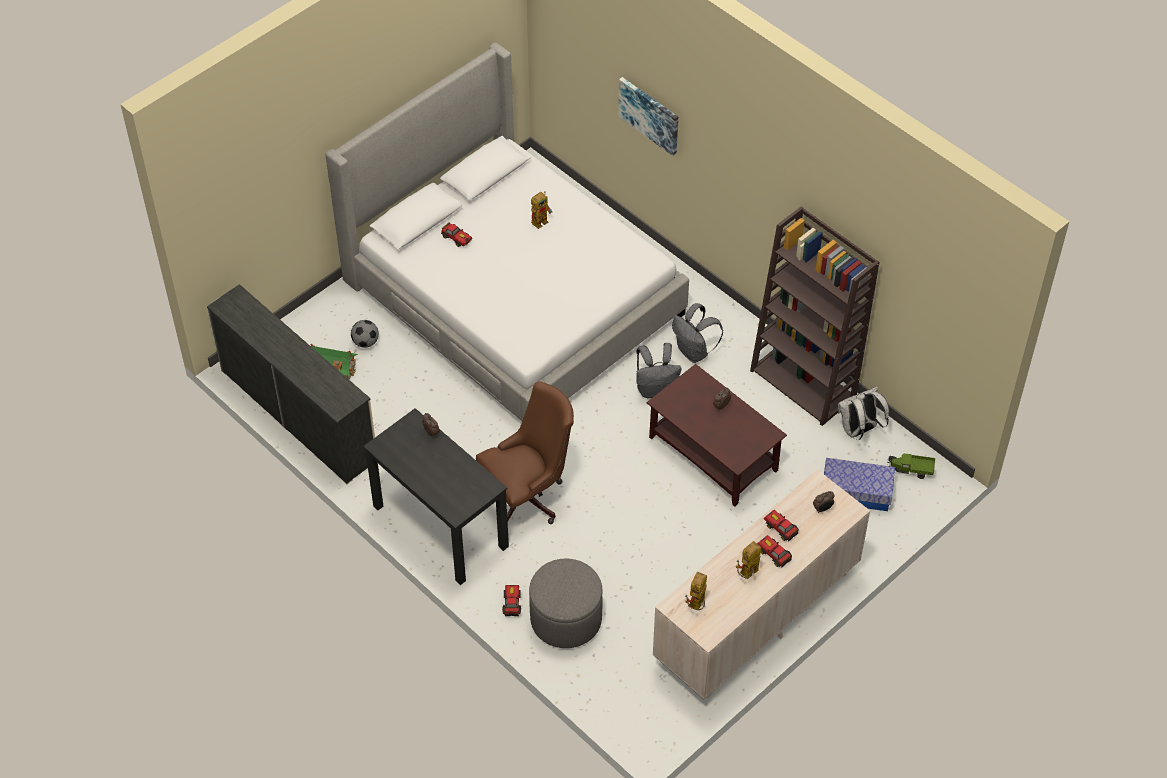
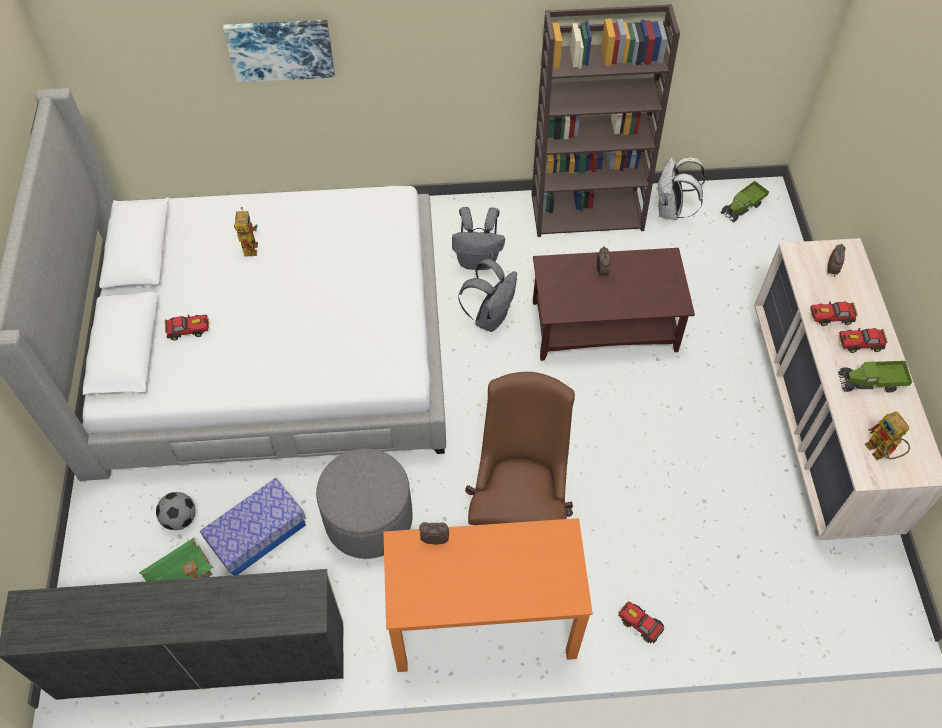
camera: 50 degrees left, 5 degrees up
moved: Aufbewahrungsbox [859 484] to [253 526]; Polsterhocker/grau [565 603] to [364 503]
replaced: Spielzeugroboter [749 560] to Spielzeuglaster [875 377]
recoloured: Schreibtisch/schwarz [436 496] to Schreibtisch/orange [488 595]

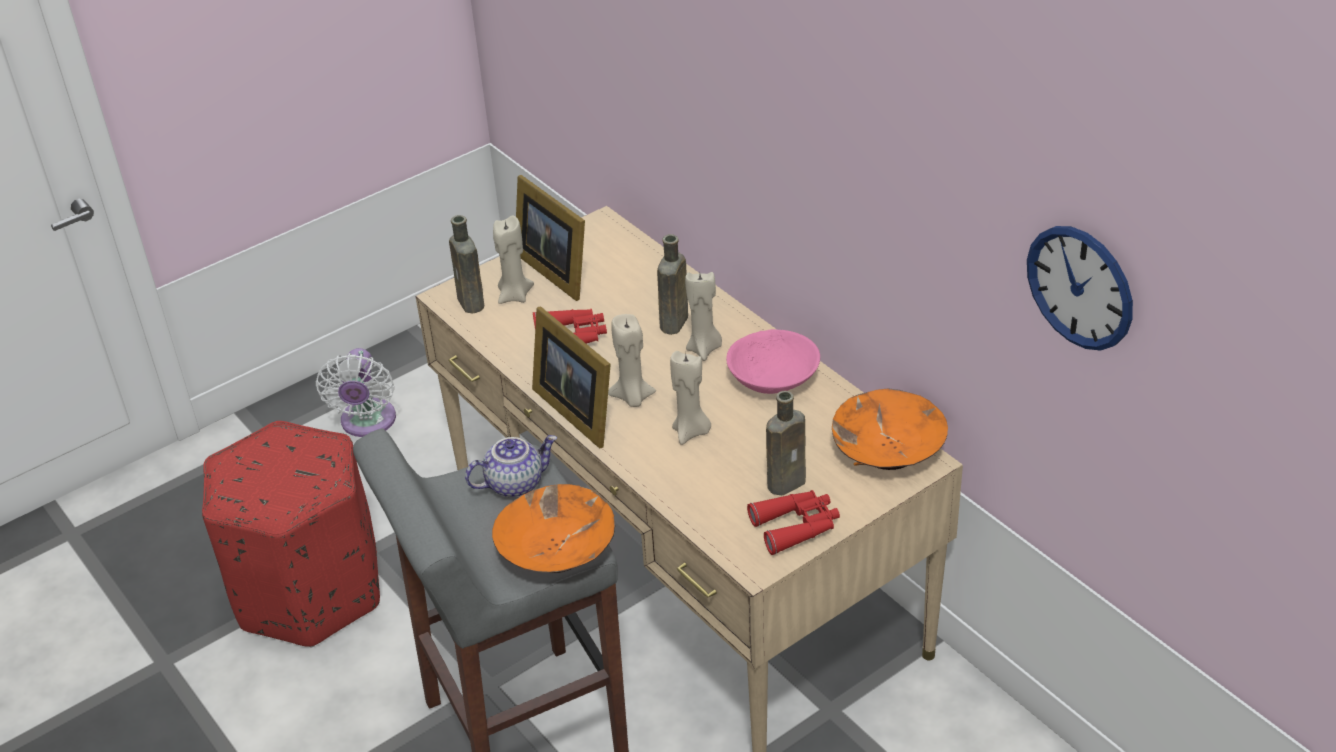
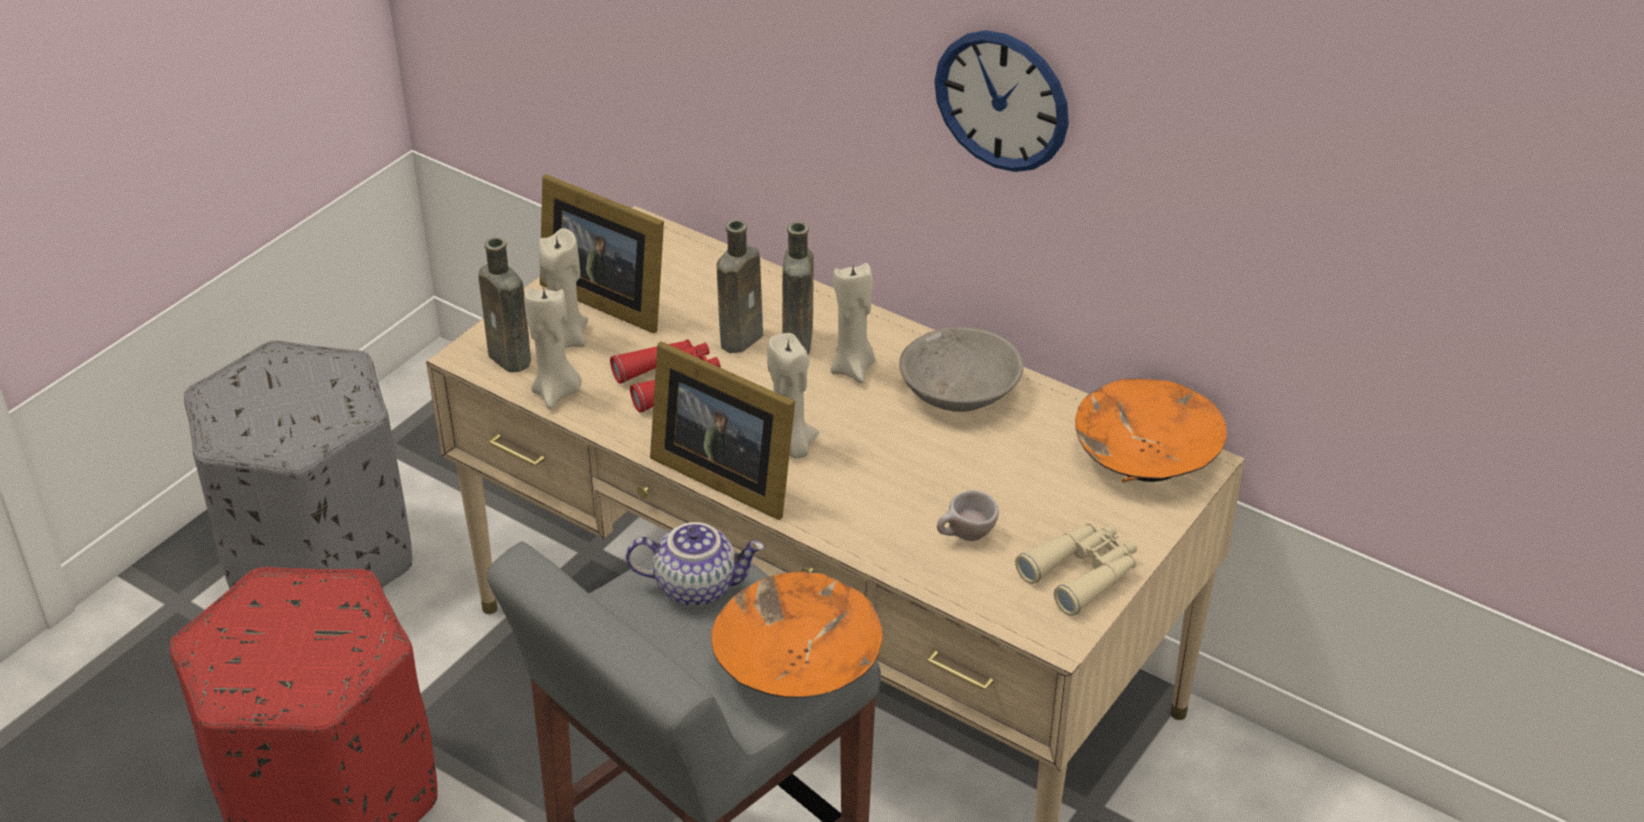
camera: 20 degrees left, 0 degrees up
added: Tasse/beige [968 515]
moved: Kerze/beige [690 398] to [553 347]; Flasche/braun [786 443] to [740 286]; Wanduhr [1080 288] to [1001 101]
replaced: Ventilator/weiß [356 392] to Polsterhocker/grau [298 464]
recoloured: Schüssel/rosa [773 361] to Schüssel/grau [961 369]; Fernglas/rot [793 522] to Fernglas/beige [1076 569]
turned: Teekanne [511 466] = [695 564] 45 degrees clockwise

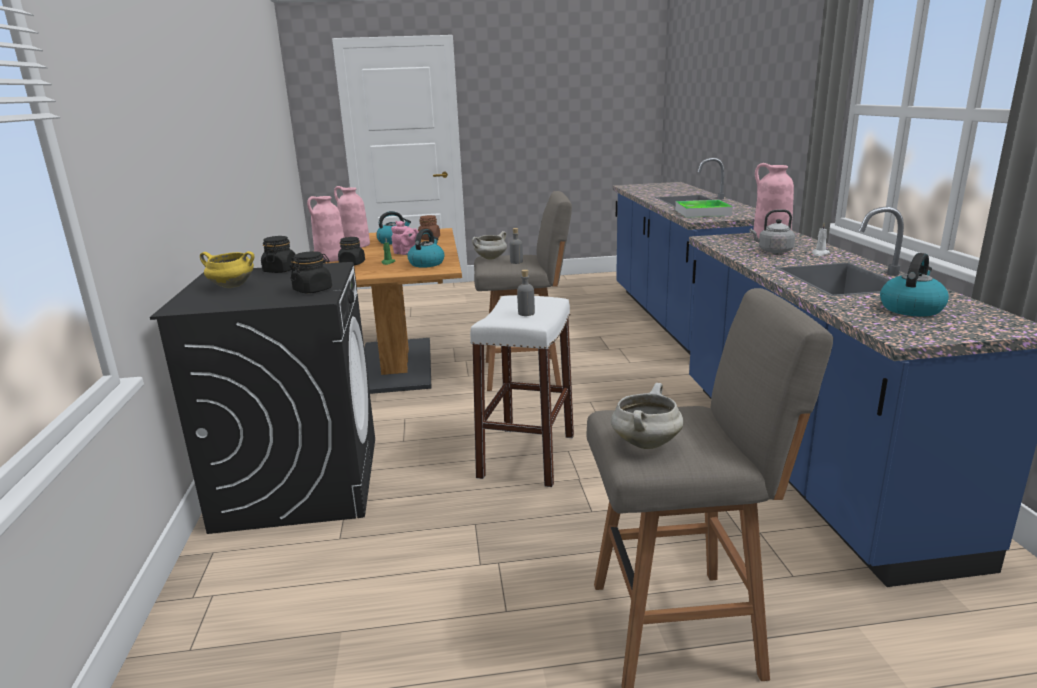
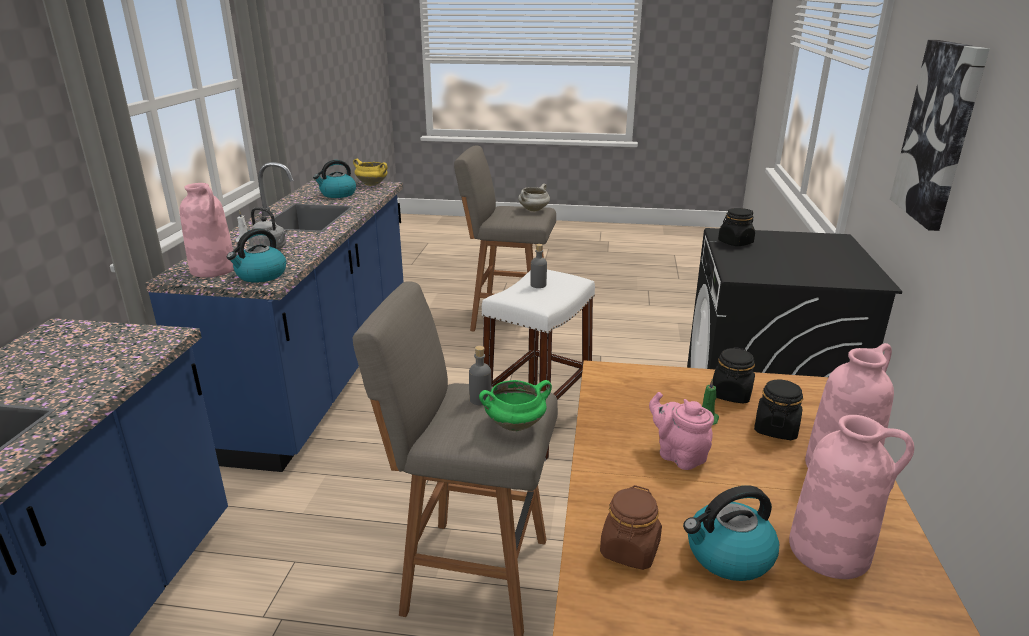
camera: 165 degrees left, 5 degrees up
removed: Tablett [704 209]
added: Bild [939 135]
moved: Wasserkessel [426 248] to [256 256]; Kochtopf/gelb [227 269] to [370 172]; Vorratsglas/schwarz [278 254] to [734 375]
recoloured: Kochtopf/weiß [489 245] to Kochtopf/grün [515 405]

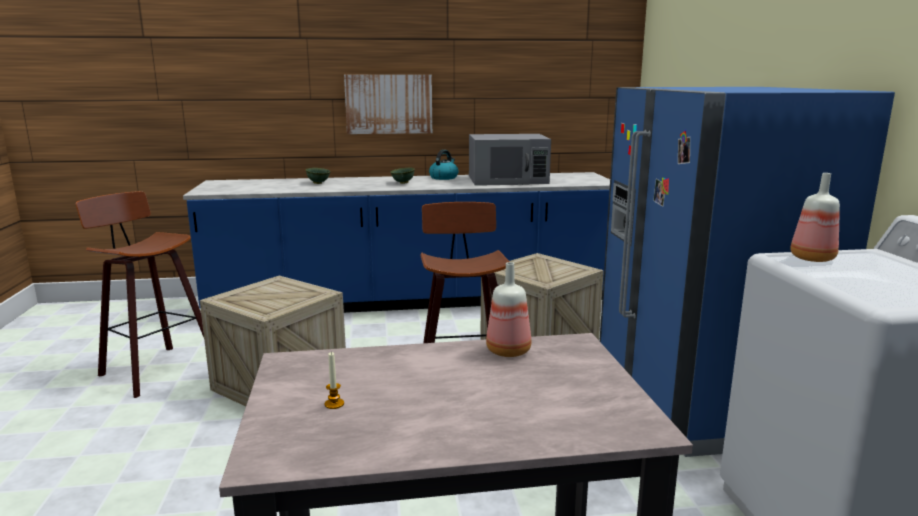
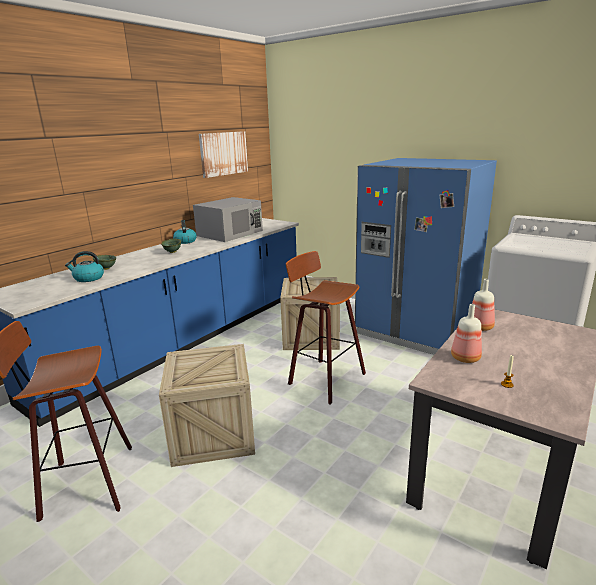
camera: 45 degrees left, 5 degrees up
added: Wasserkessel [84 266]
moved: Bild [388 104] to [223 154]; Flasche [815 217] to [466 333]

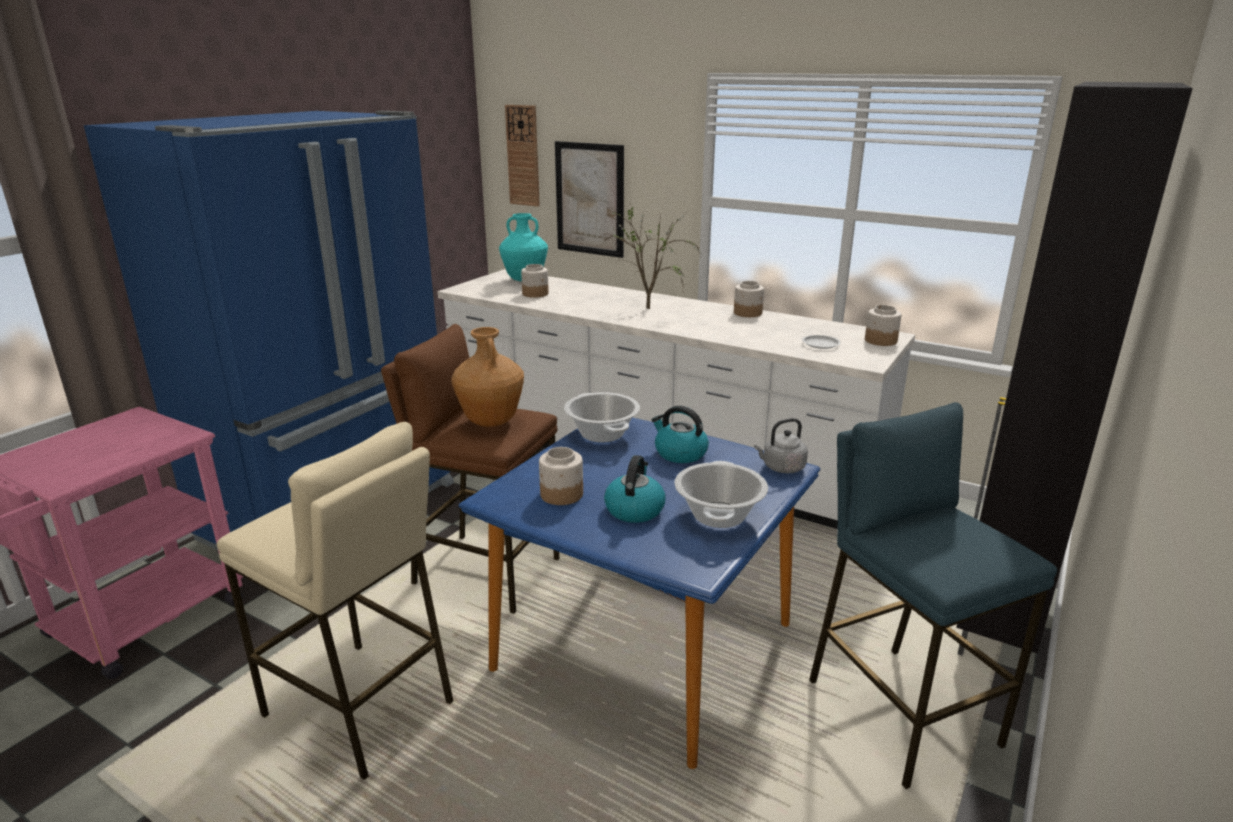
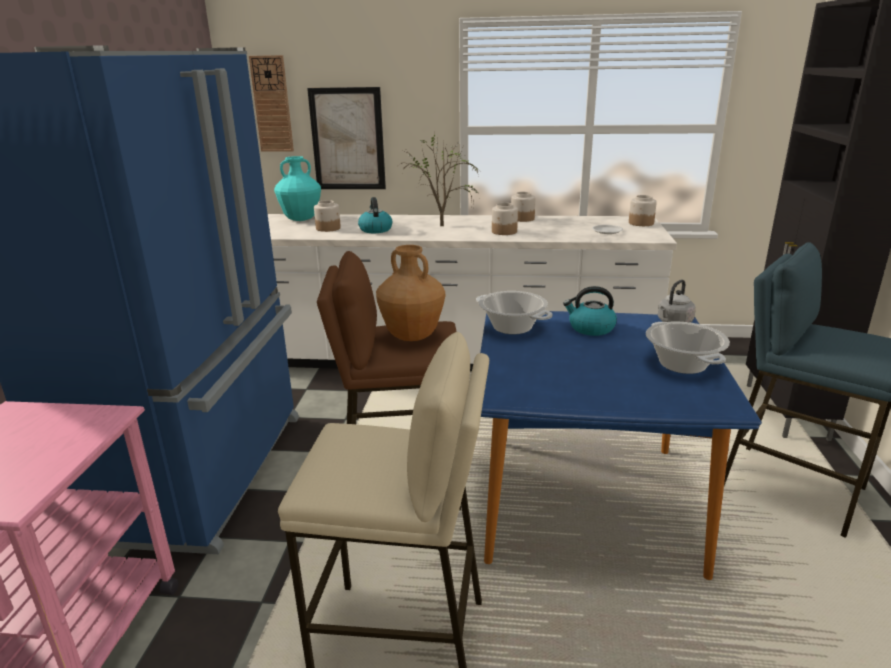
camera: 25 degrees left, 0 degrees up
moved: Wasserkessel [635 489] to [375 215]; Vorratsglas [561 476] to [505 219]

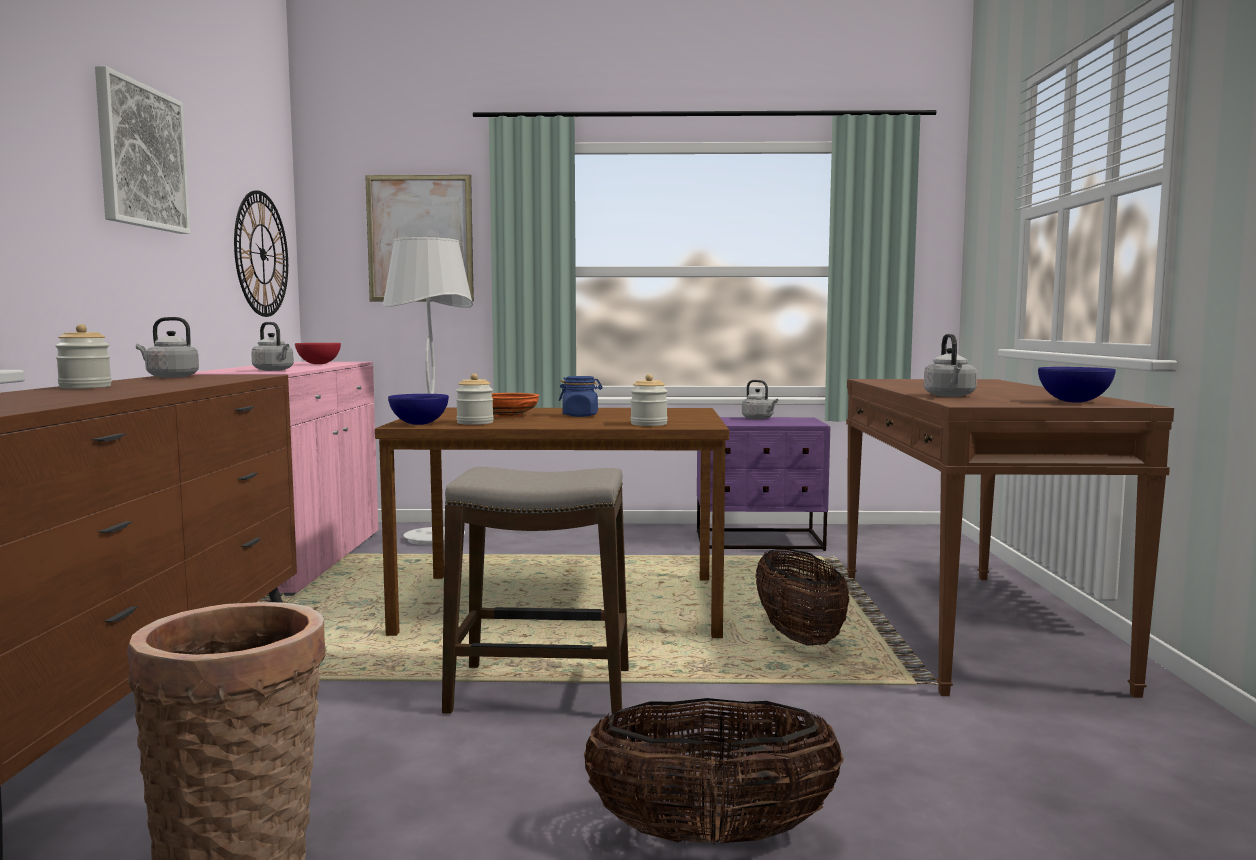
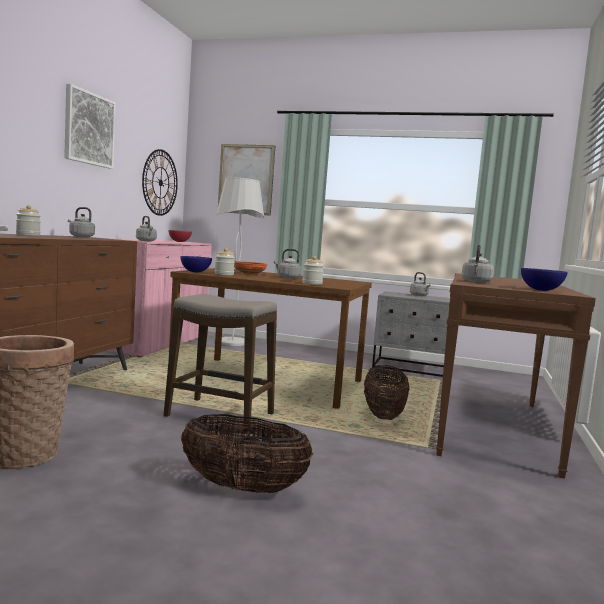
camera: 15 degrees right, 0 degrees up
replaced: Vorratsglas/blau [581 396] to Wasserkessel/grau [287 263]
recoloured: Nachttisch/lila [763 484] to Nachttisch/grau [411 334]

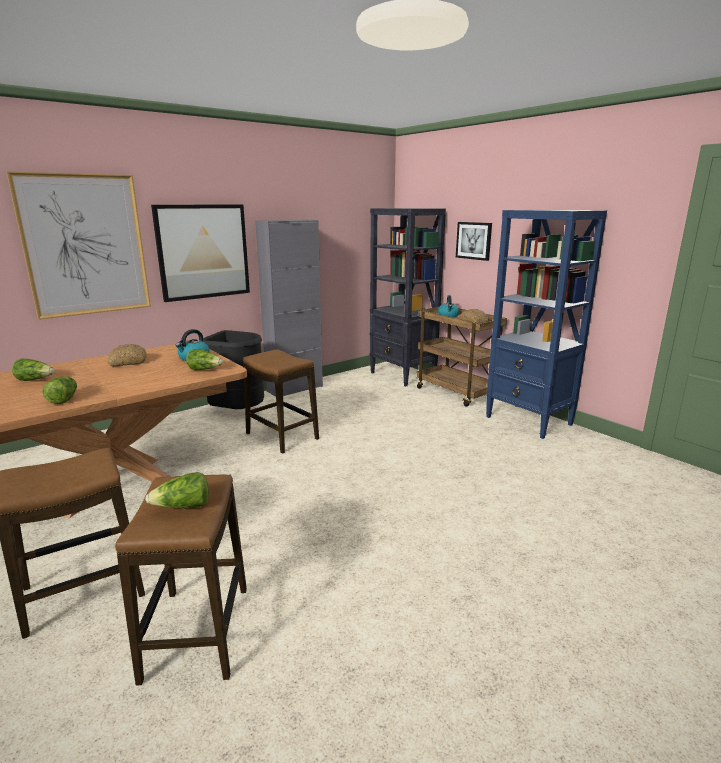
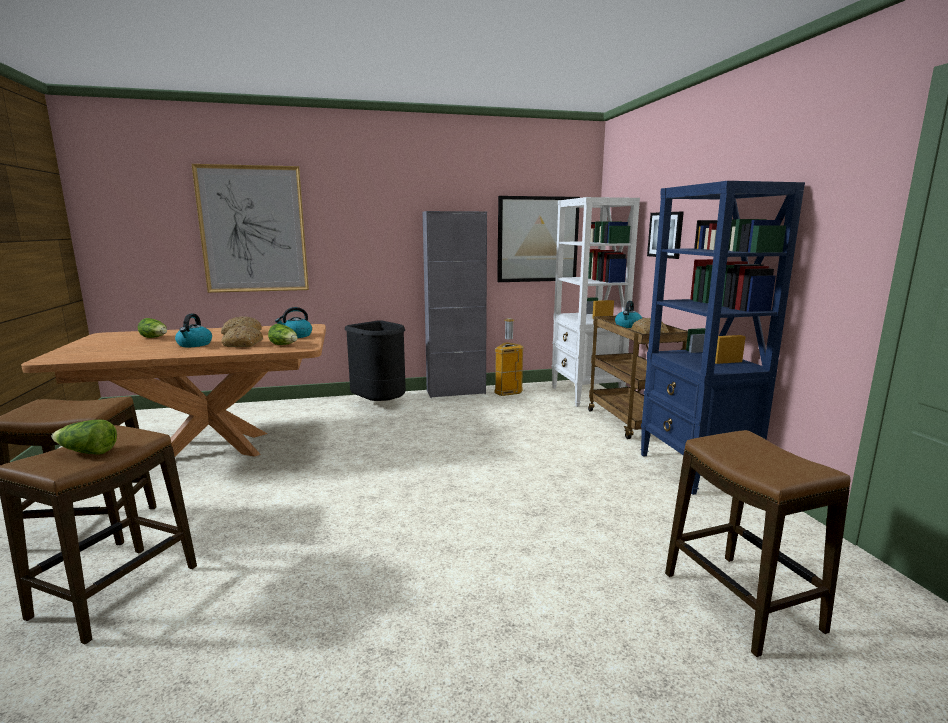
camera: 25 degrees right, 5 degrees down
removed: Salatkopf [59 390]
added: Wasserkessel [193 330]; Brot [242 336]; Mülleimer [509 357]
moved: Bild [200 253] to [538 239]; Hocker [281 401] to [757 543]
recoloured: Bücherregal/schwarz [407 297] to Bücherregal/weiß [595 302]

